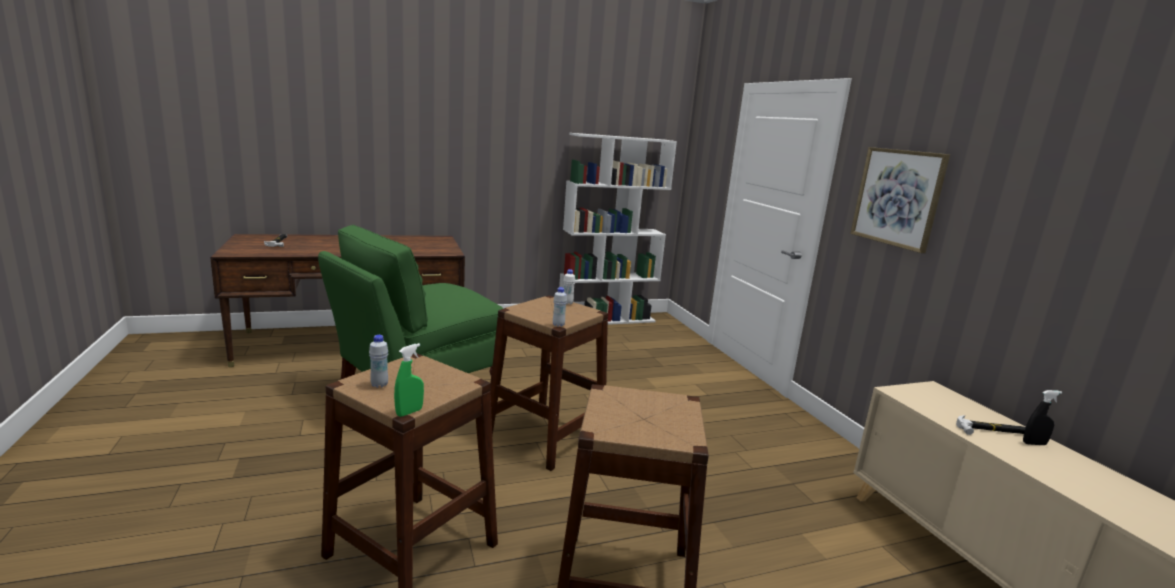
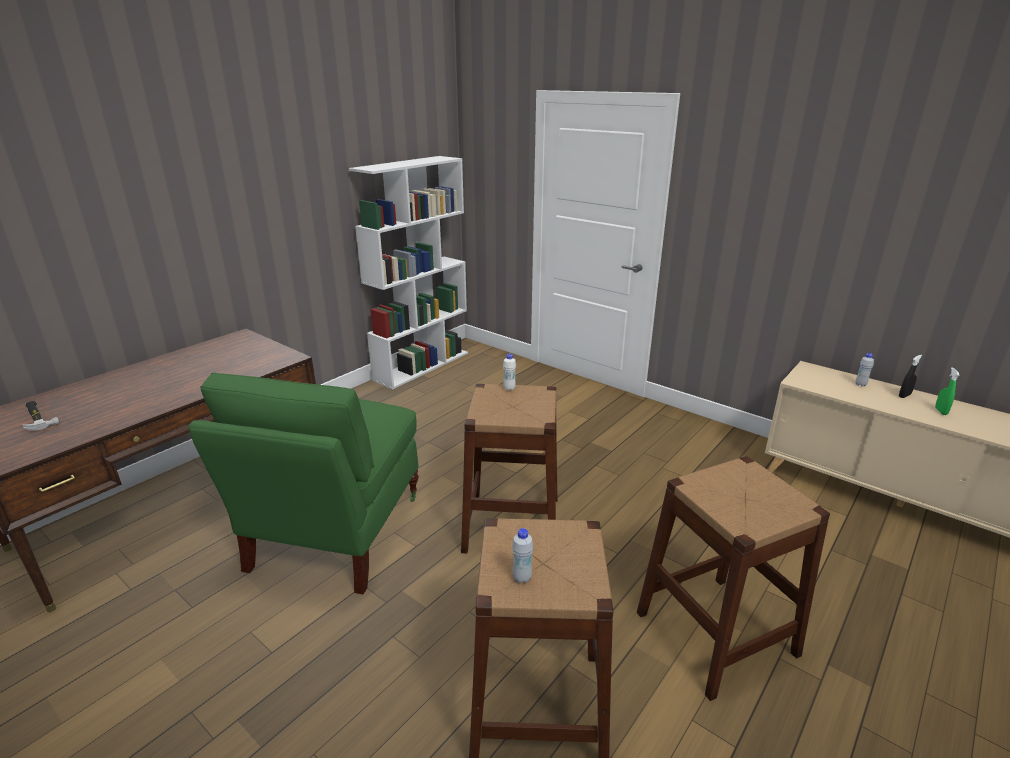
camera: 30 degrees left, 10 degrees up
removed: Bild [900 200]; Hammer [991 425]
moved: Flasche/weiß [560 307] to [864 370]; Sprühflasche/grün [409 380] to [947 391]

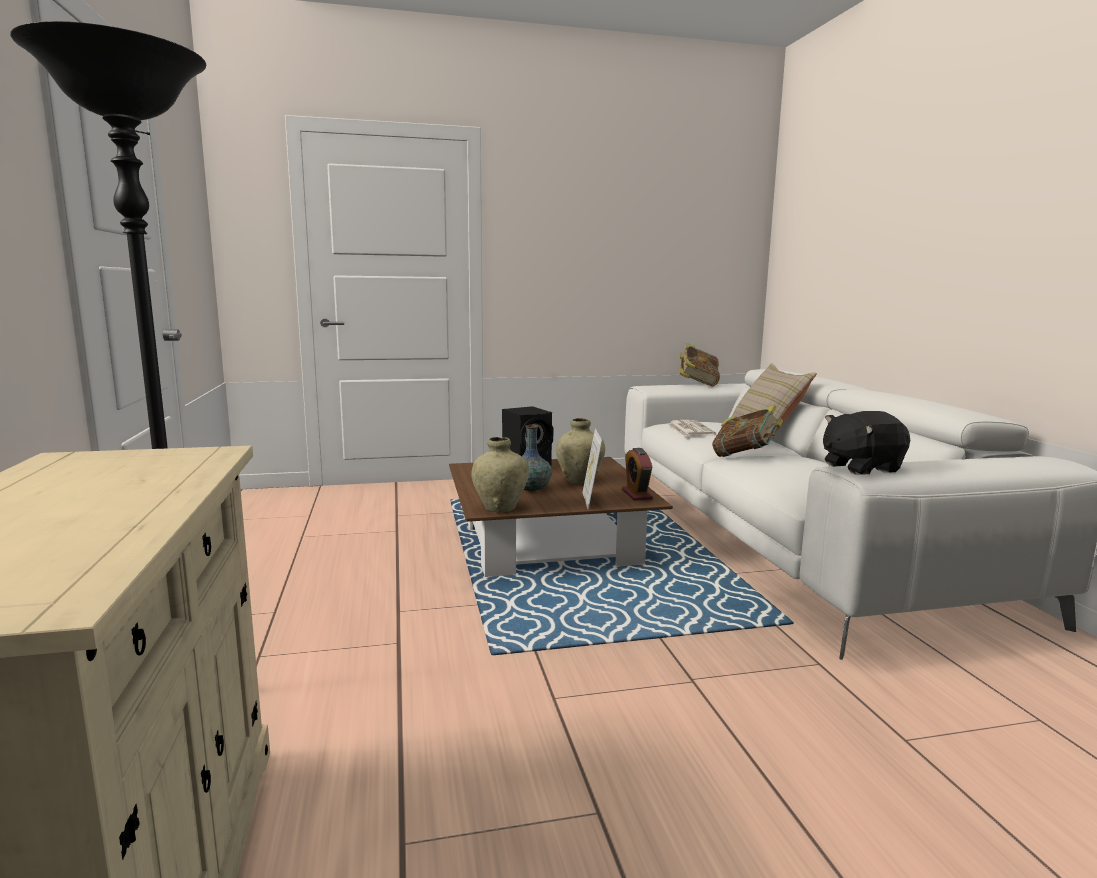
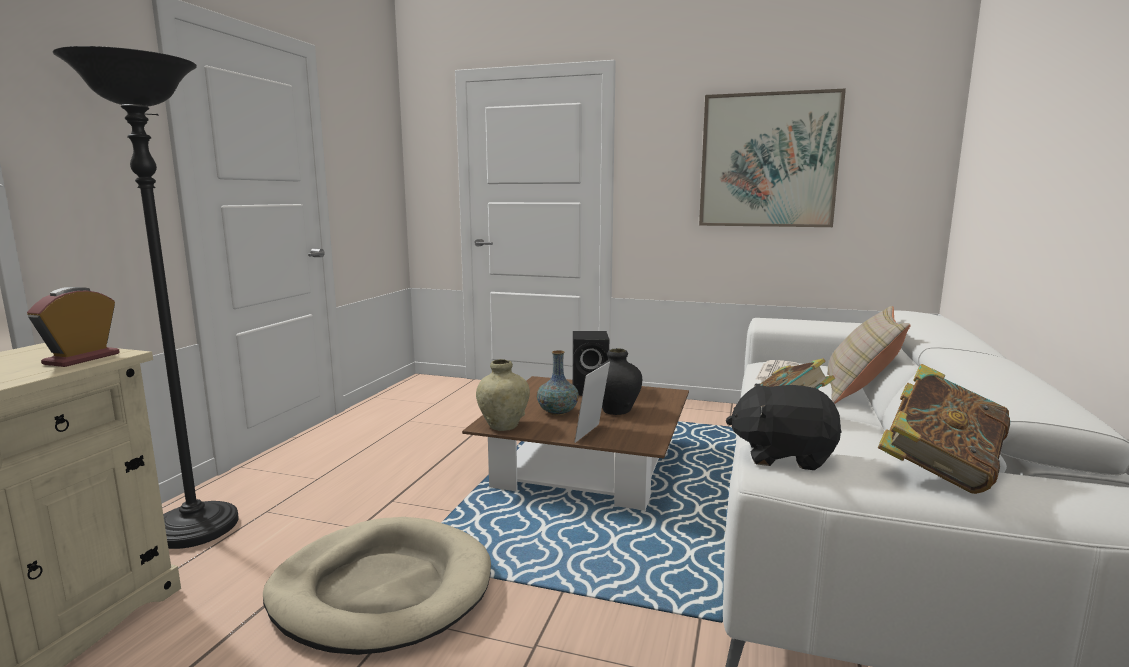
camera: 30 degrees right, 0 degrees up
added: Hundebett/beige [377 586]; Bild [772 157]
moved: Wecker [637 474] to [73 327]; Buch [699 365] to [944 429]
recoloured: Vase/beige [580 451] to Vase/schwarz [618 381]

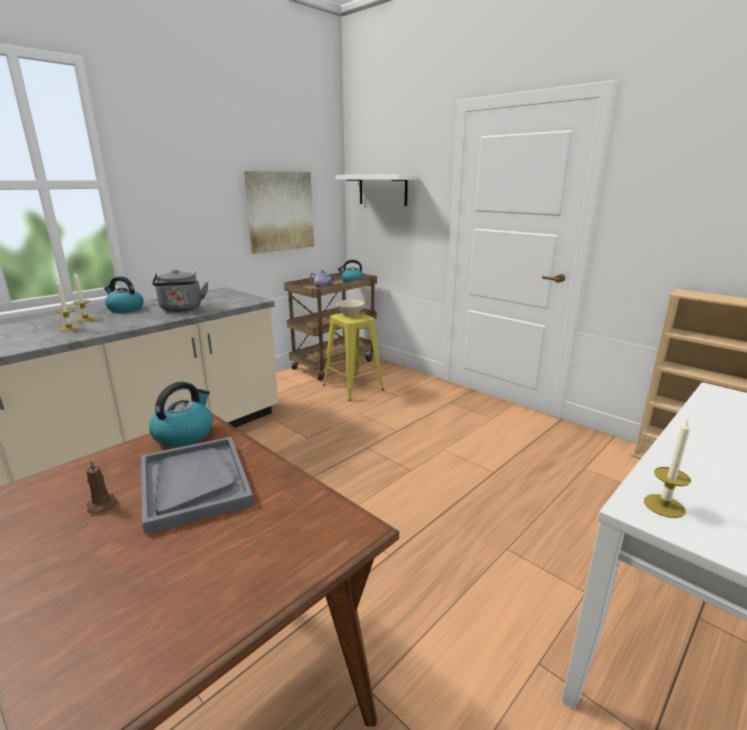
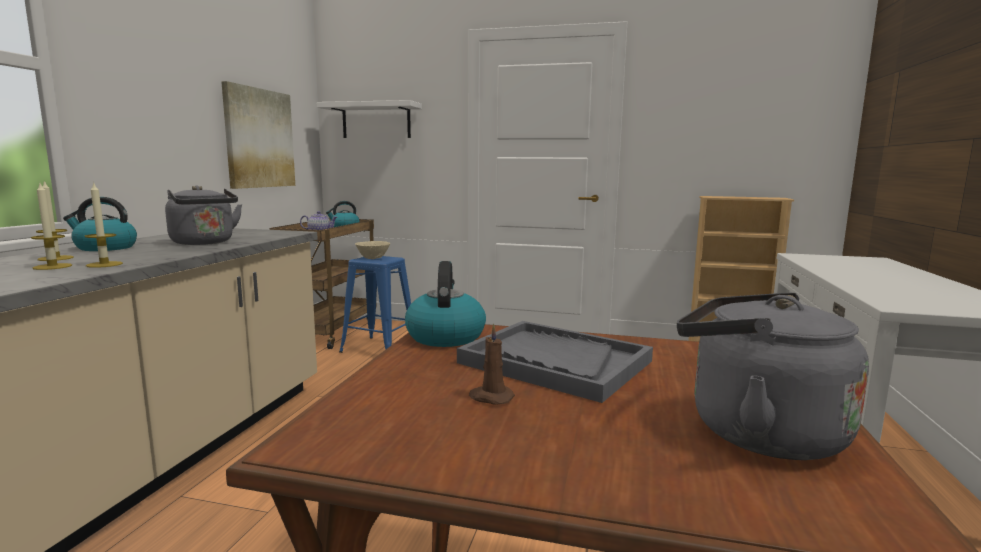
camera: 30 degrees left, 10 degrees down
added: Wasserkessel/grau [773 376]
moved: Kerze [667 468] to [103 225]
recoloured: Hocker/gelb [353 356] to Hocker/blau [375 304]

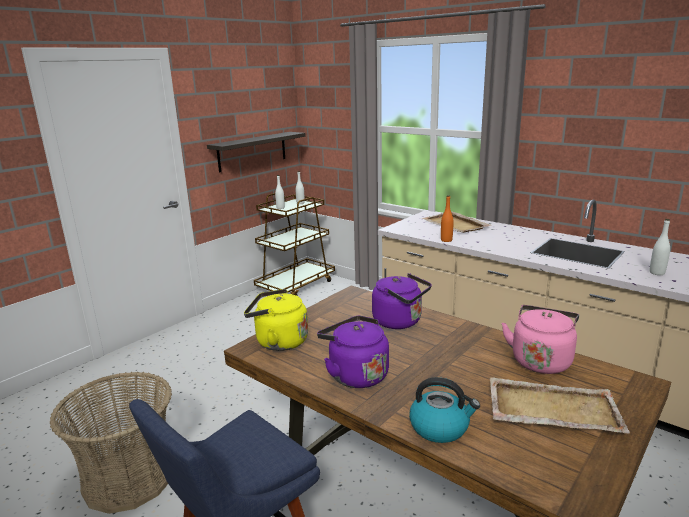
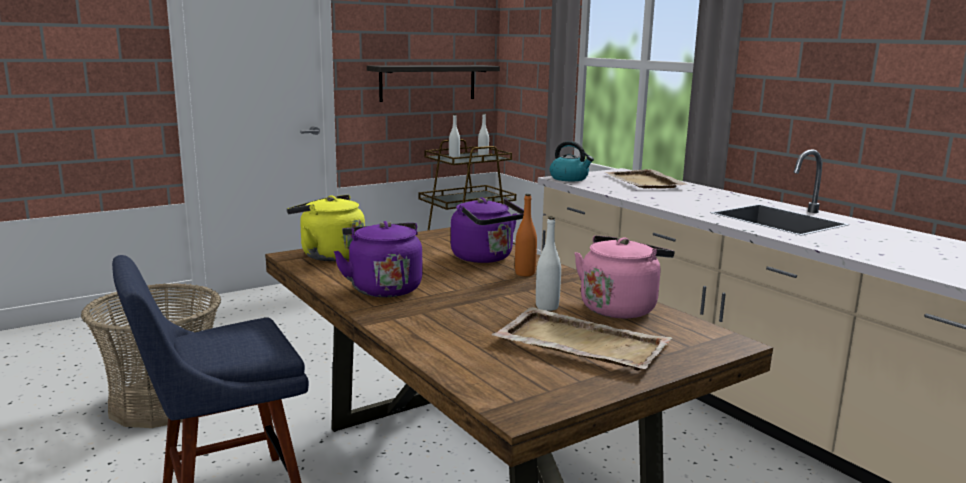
camera: 15 degrees right, 5 degrees down
moved: Flasche/orange [447 218] to [526 235]; Flasche/weiß [660 247] to [548 264]; Wasserkessel [444 410] to [572 161]

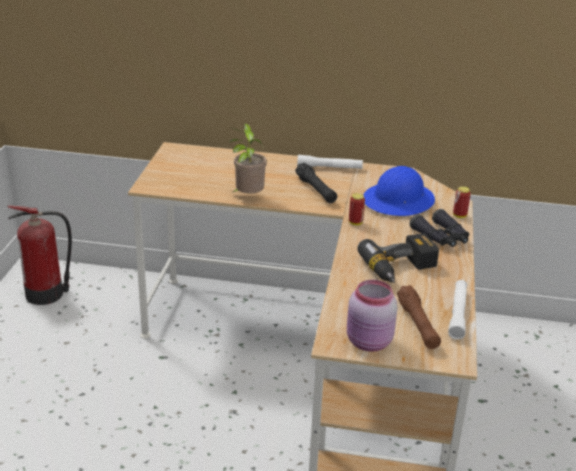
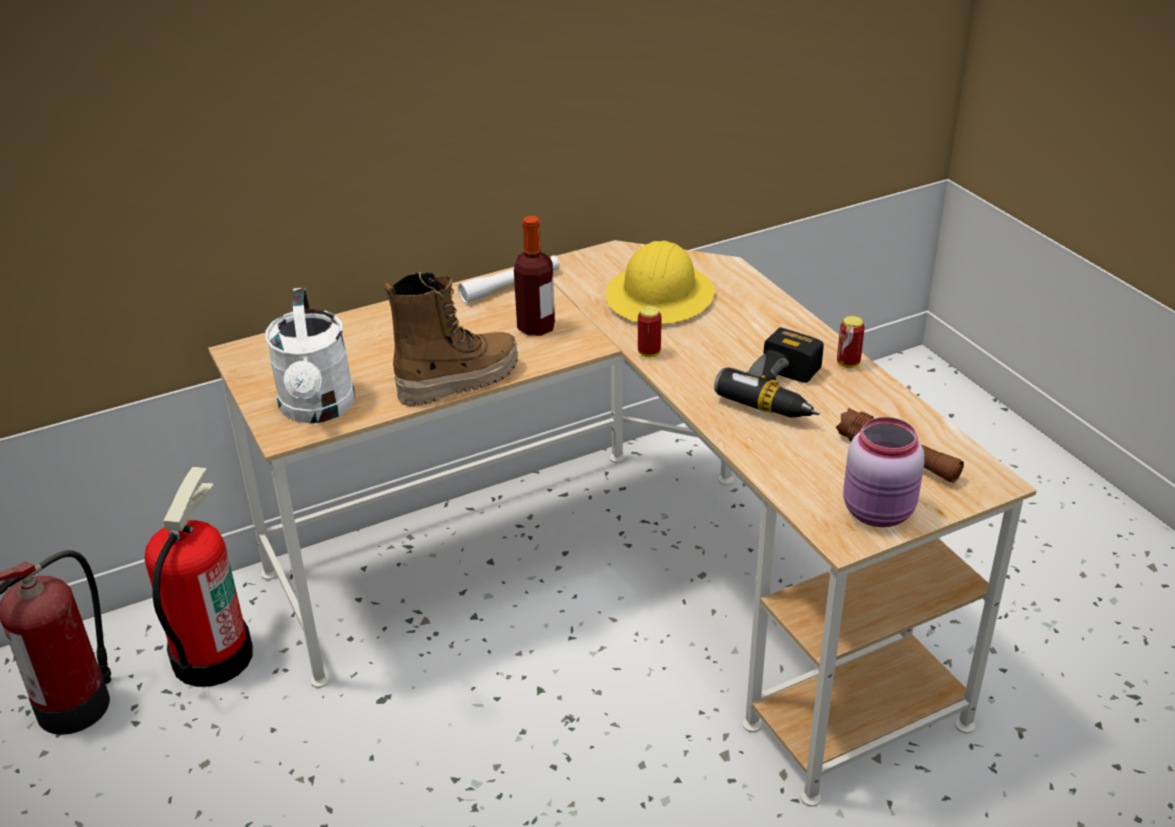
camera: 35 degrees left, 5 degrees up
removed: Fernglas/schwarz [439 228]; Taschenlampe/weiß [457 310]
added: Feuerlöscher [199 577]; Gießkanne/weiß [310 355]
moved: Dose [462 202] to [851 342]
replaced: Topfpflanze [248 158] to Stiefel [451 339]; Taschenlampe/schwarz [316 183] to Flasche [534 276]
recoloured: Schutzhelm/blau [399 191] to Schutzhelm/gelb [660 282]

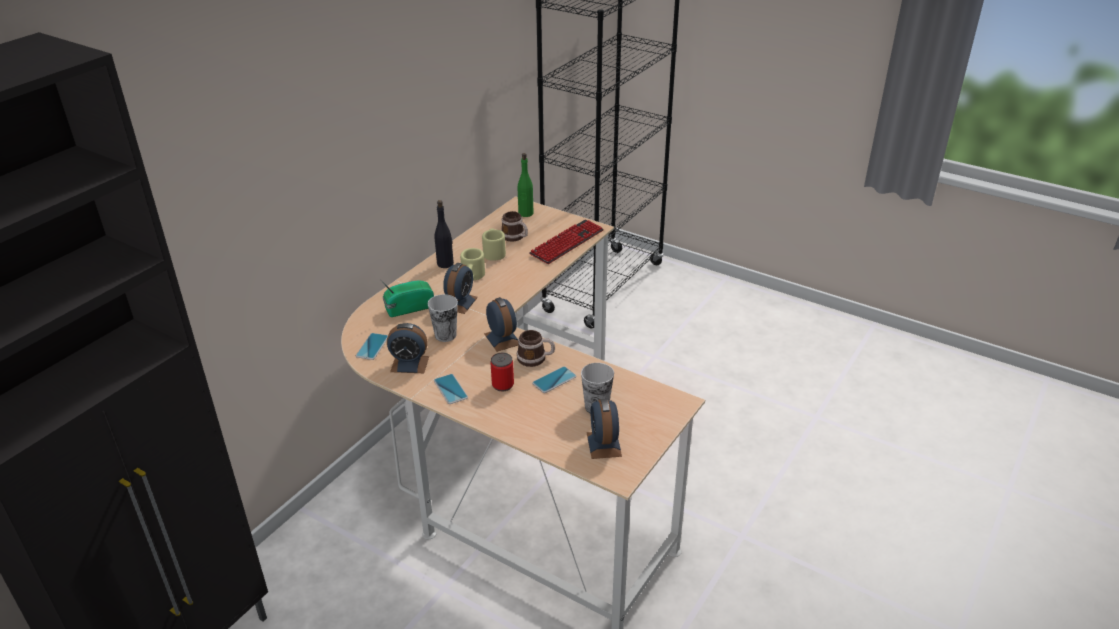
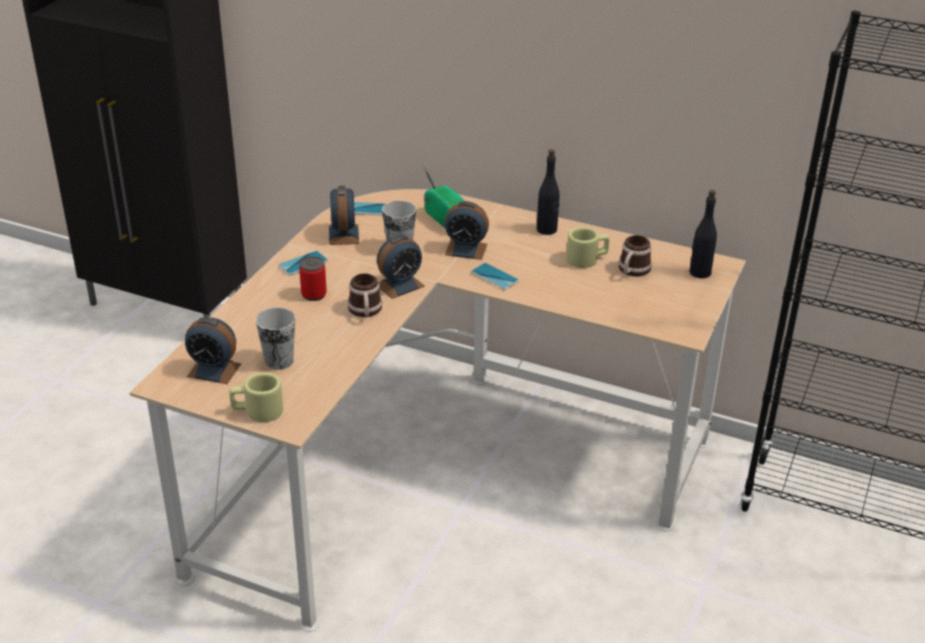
camera: 80 degrees right, 0 degrees up
removed: Tastatur [566 242]
moved: Henkelbecher/beige [472 264] to [256 397]; Handy [554 379] to [495 276]
recoloured: Flasche/grün [525 185] to Flasche/schwarz [703 234]
turned: Wecker [604 429] = [213 350] 150 degrees counterclockwise

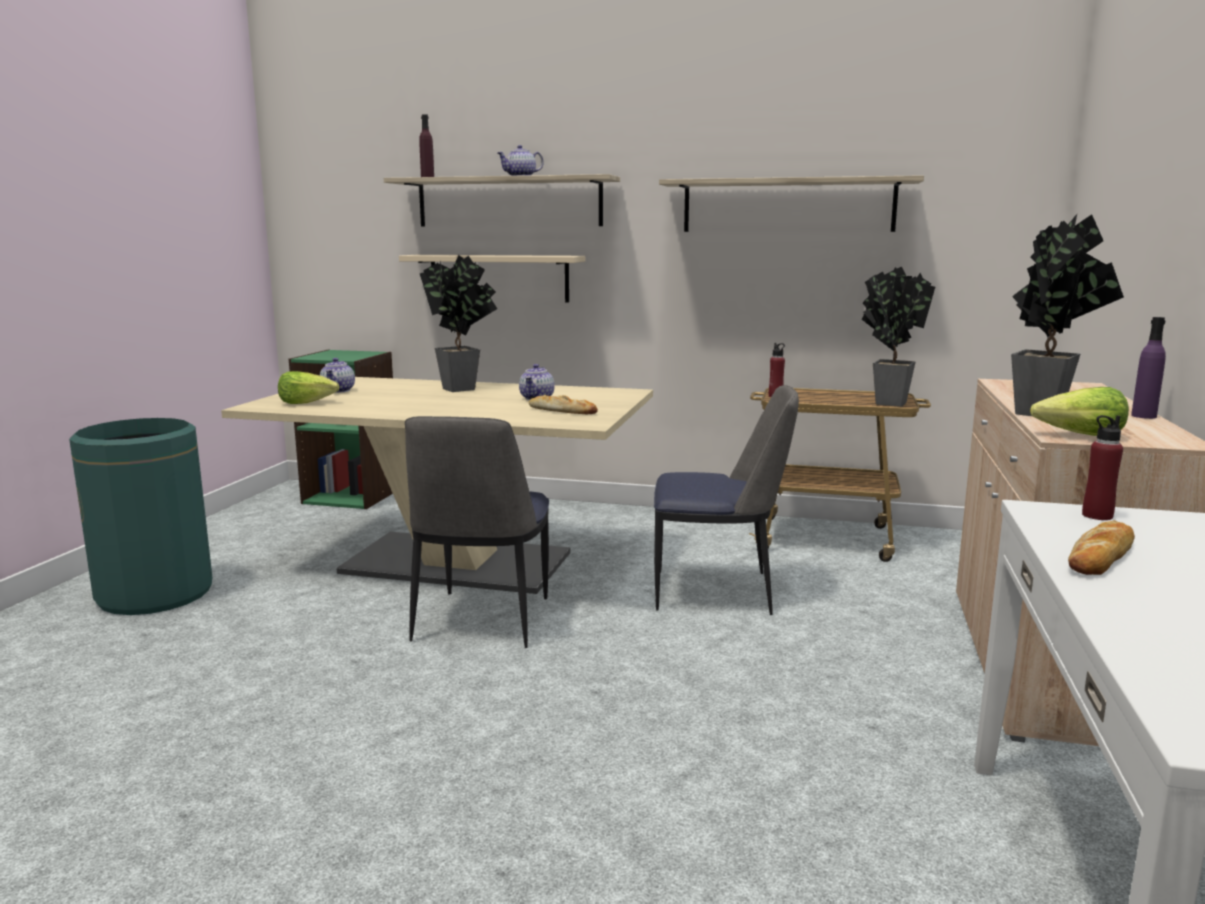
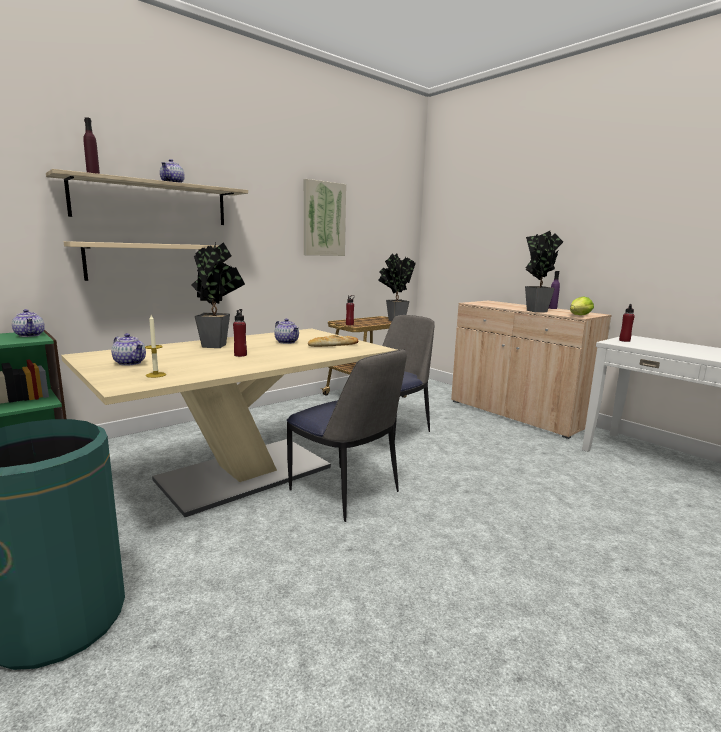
camera: 55 degrees left, 0 degrees up
removed: Brot [1101 547]
added: Teekanne [28 323]; Flasche/rot [240 333]
replaced: Salatkopf [308 387] to Kerze [155 346]; Wandregal [791 203] to Bild [325 217]

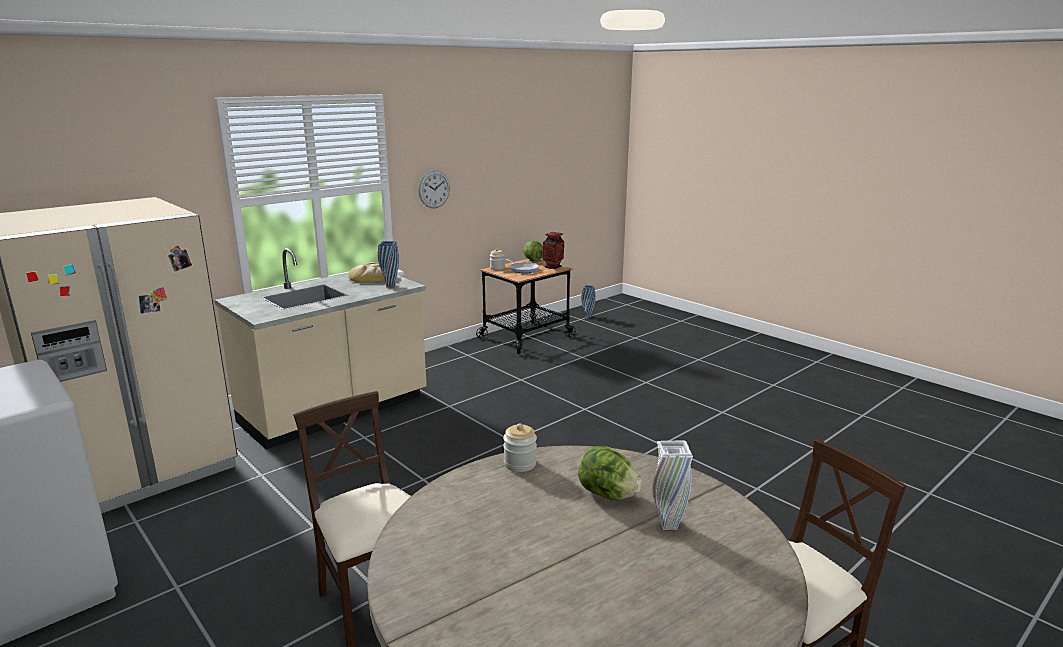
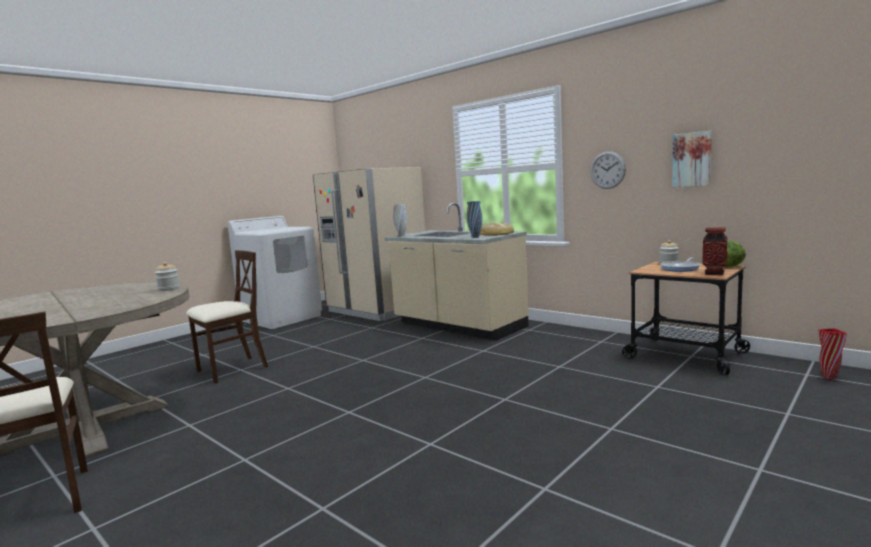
camera: 85 degrees right, 10 degrees down
removed: Salatkopf [610 473]
added: Bild [692 159]
moved: Vase/weiß [672 485] to [400 220]
recoloured: Vase/blau [588 301] to Vase/rot [833 353]

